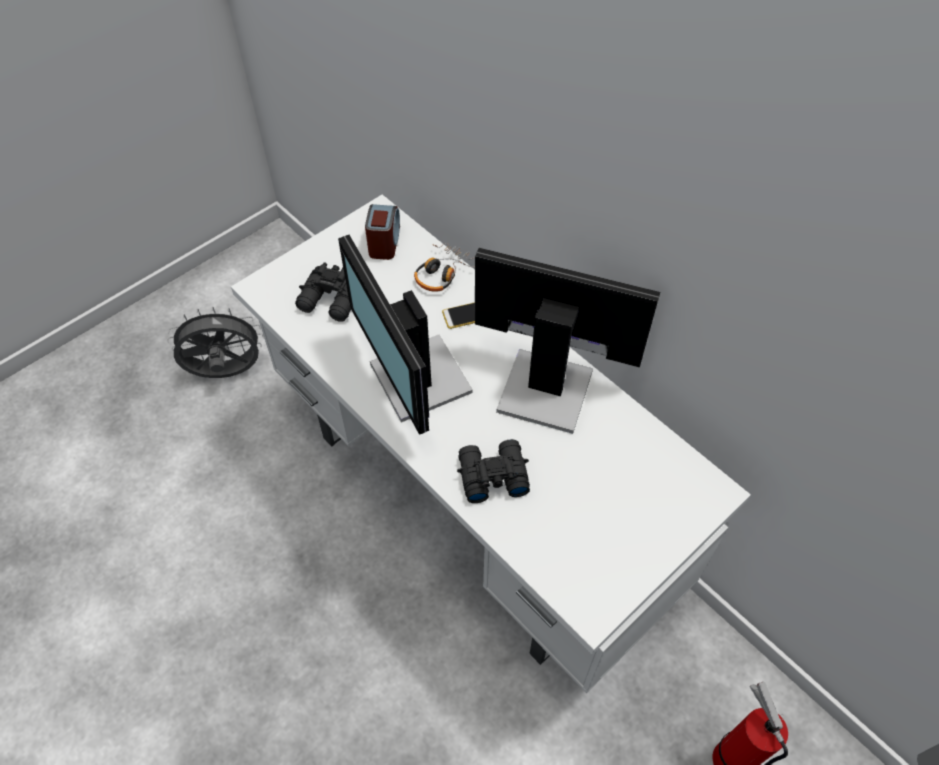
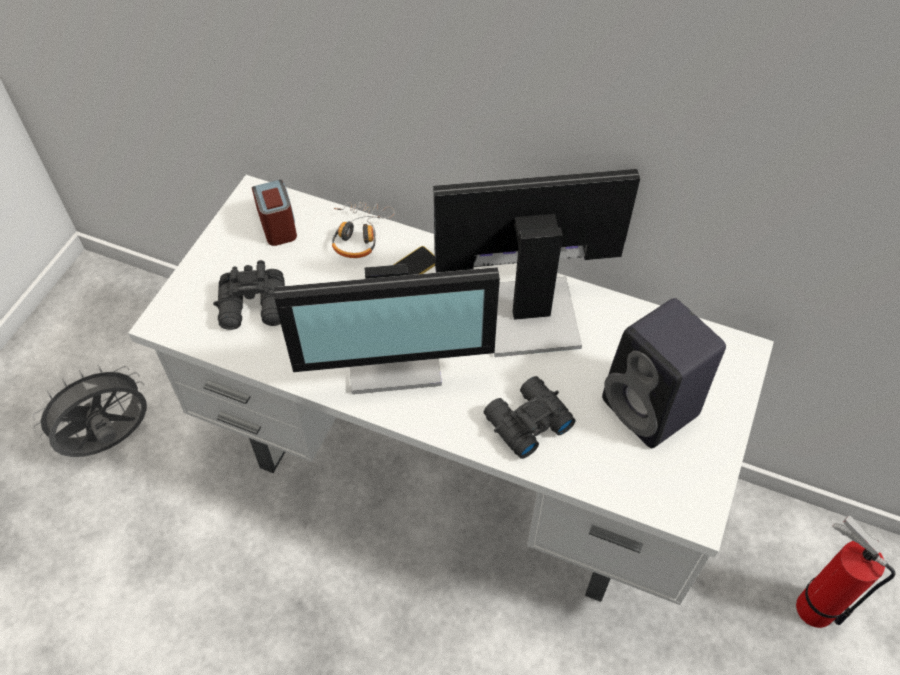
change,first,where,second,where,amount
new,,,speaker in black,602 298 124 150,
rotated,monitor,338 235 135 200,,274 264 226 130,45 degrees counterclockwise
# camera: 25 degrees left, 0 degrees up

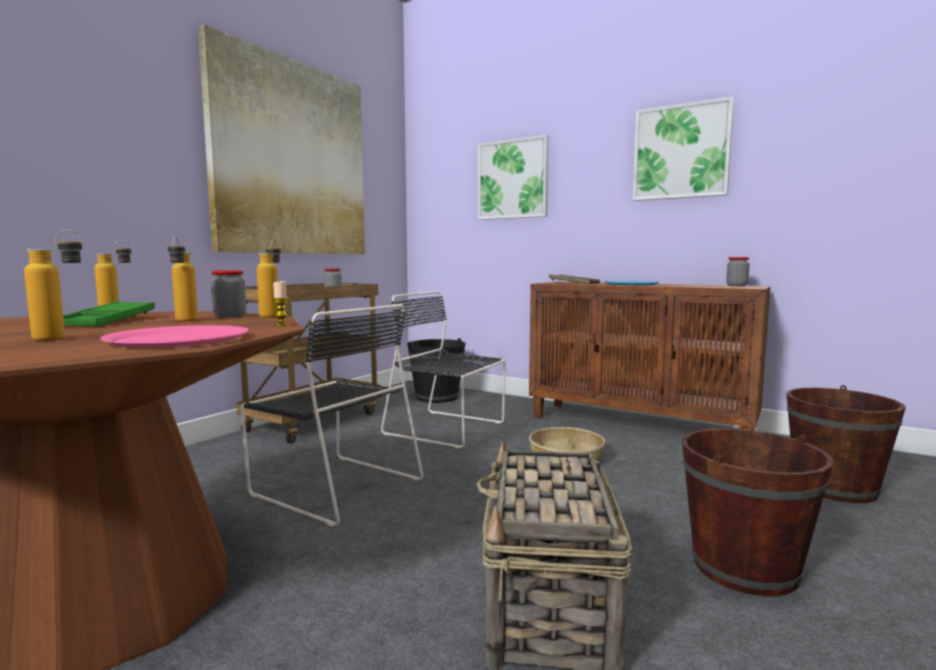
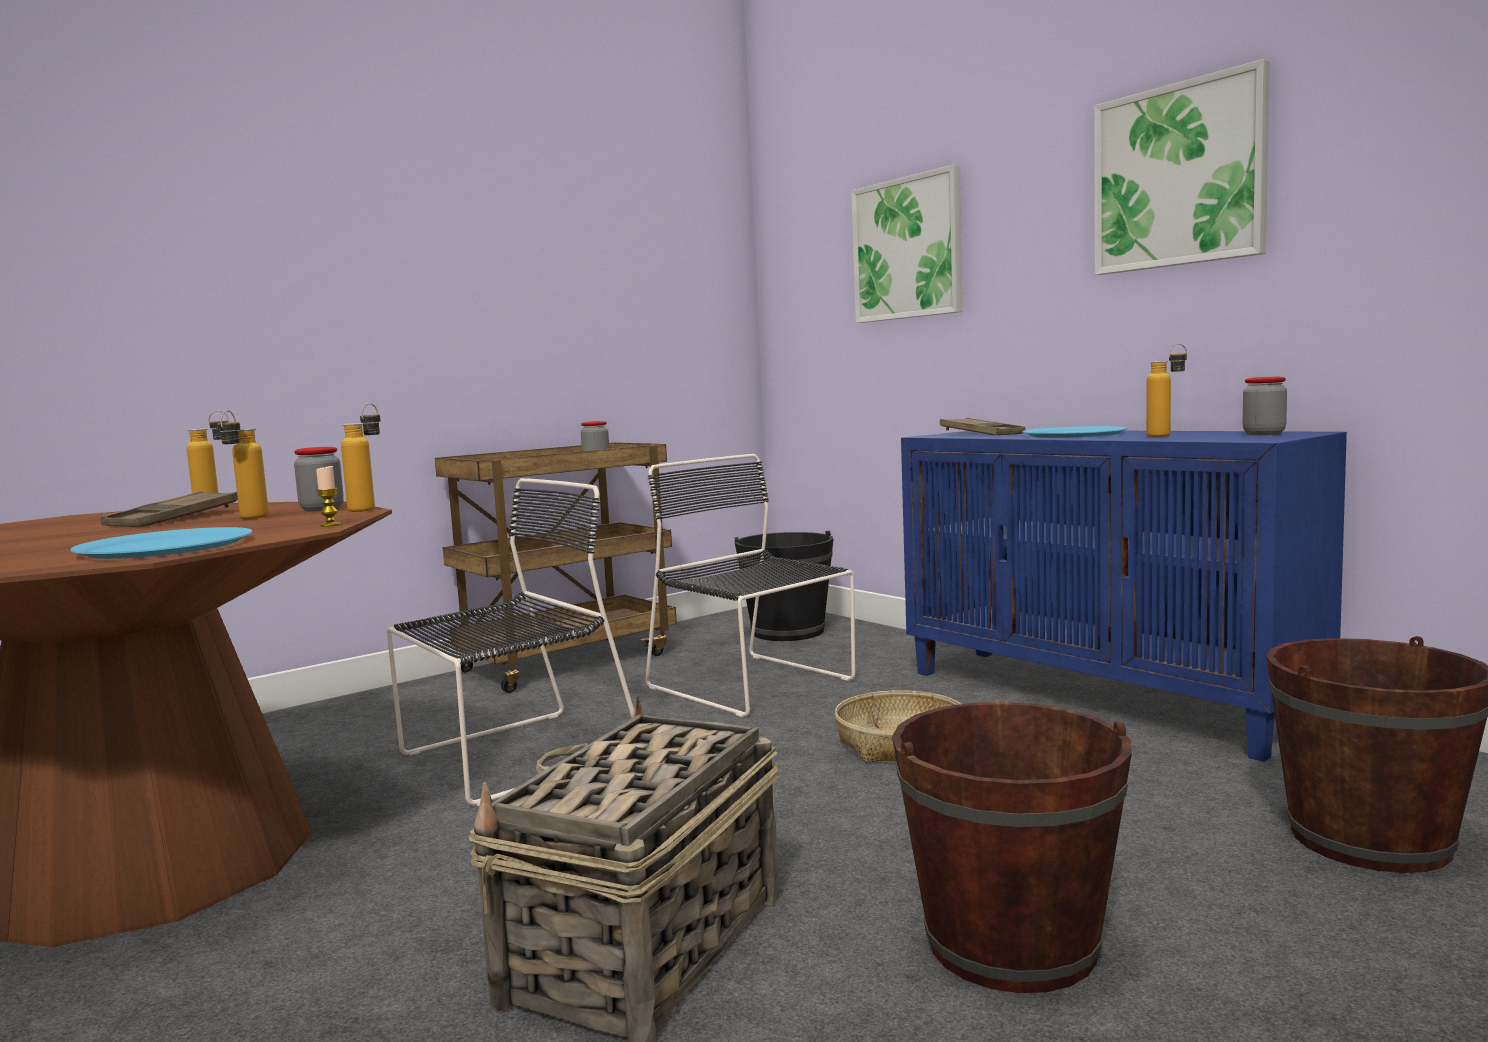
change,first,where,second,where,amount
gone,picture,198 24 167 230,,,
shifted,bottle,24 230 60 111,,1146 344 41 93,
repainted,tray in green,63 301 92 25,tray in brown,101 491 137 36,
repainted,plate in pink,101 325 148 23,plate in blue,70 527 183 32,
repainted,cabinet in brown,529 282 242 148,cabinet in blue,901 431 446 331,
rotated,chair in black,240 304 183 223,,387 478 247 328,90 degrees counterclockwise
# camera: 20 degrees right, 0 degrees up

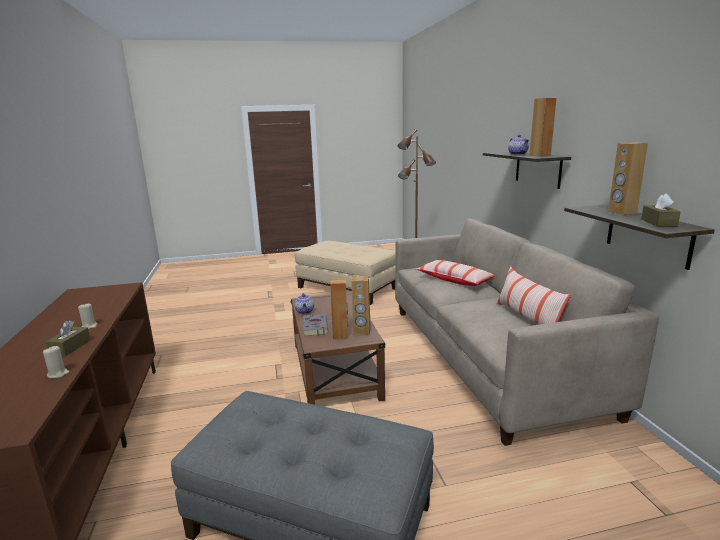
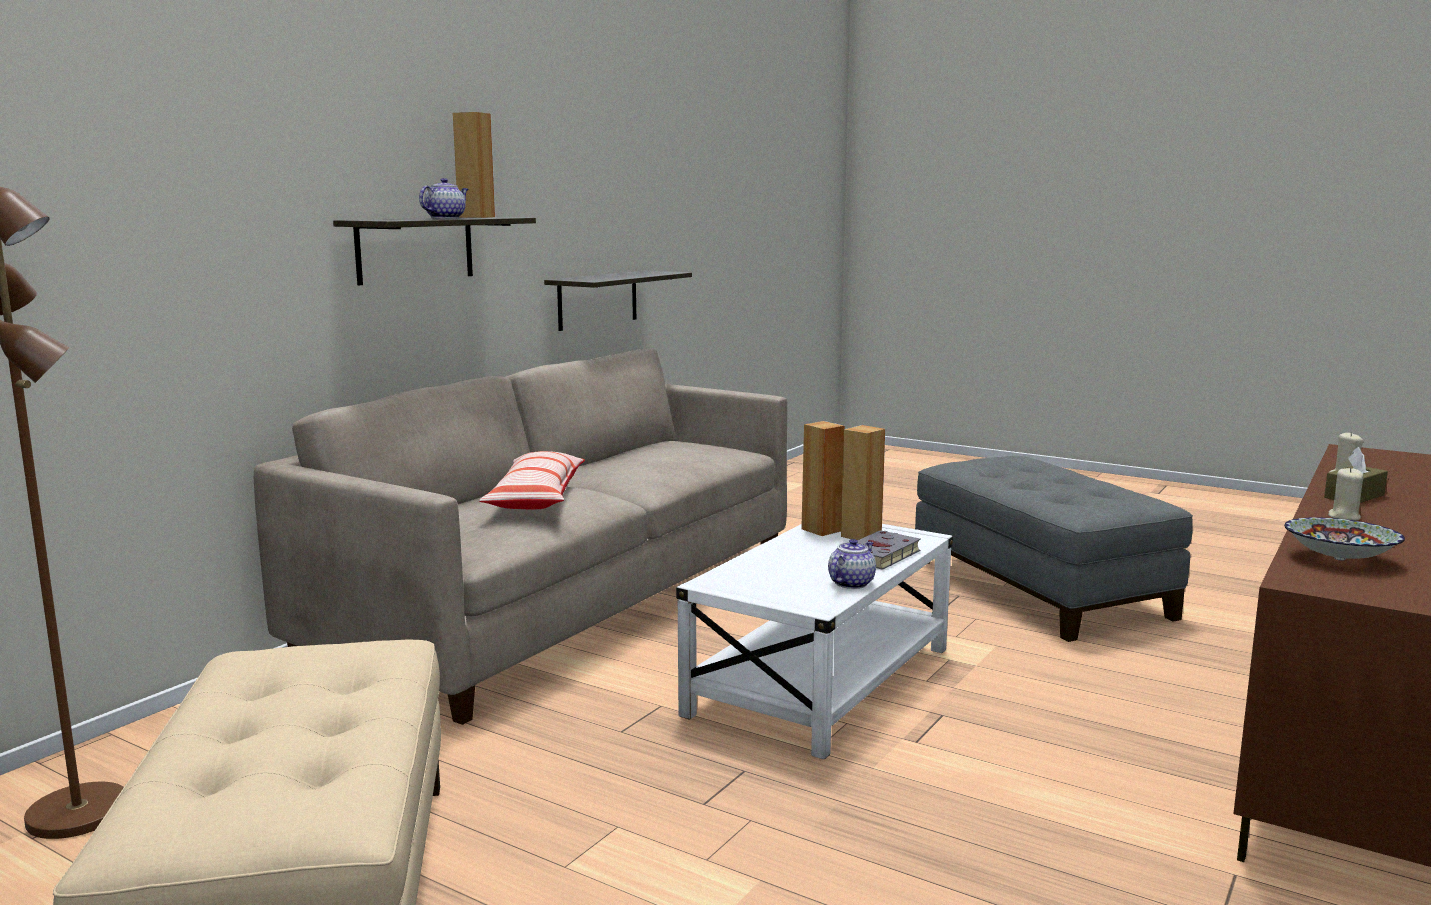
change,first,where,second,where,amount
gone,pillow,496 267 75 58,,,
gone,speaker in brown,608 143 40 72,,,
gone,tissue box in brown,641 193 40 34,,,
new,,,bowl,1284 517 121 44,
repainted,coffee table in brown,291 292 94 113,coffee table in white,676 524 277 235,
# camera: 135 degrees left, 5 degrees down

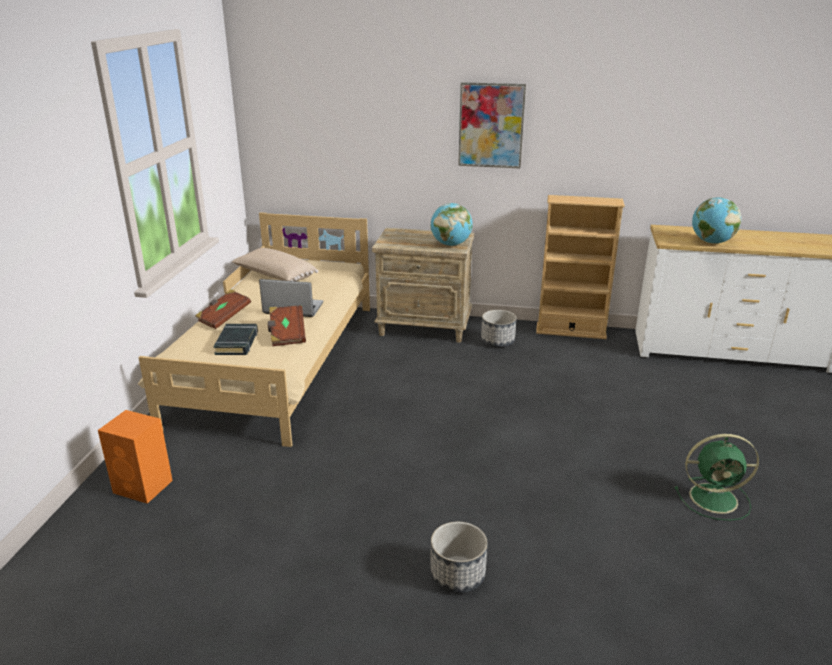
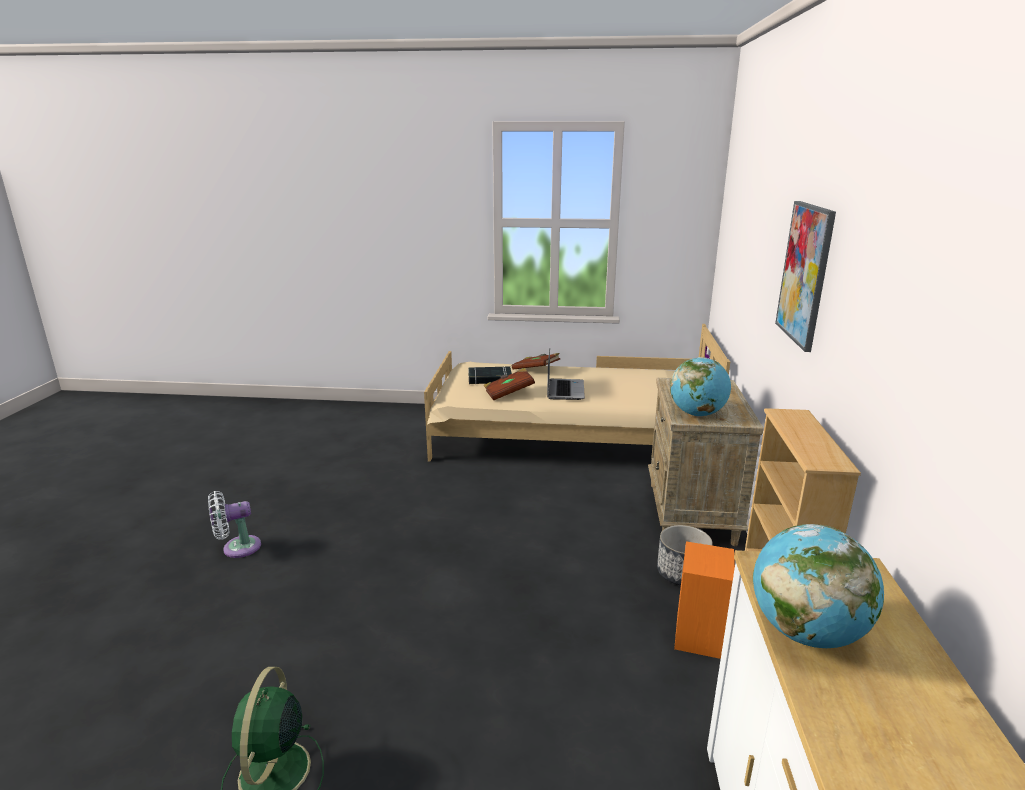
change,first,where,second,where,amount
gone,pillow in beige,232 248 86 33,,,
shifted,speaker in orange,98 410 75 94,,674 541 61 118,
swapped,planter,430 522 57 71,fan in white,208 491 53 67,
# camera: 85 degrees right, 5 degrees down

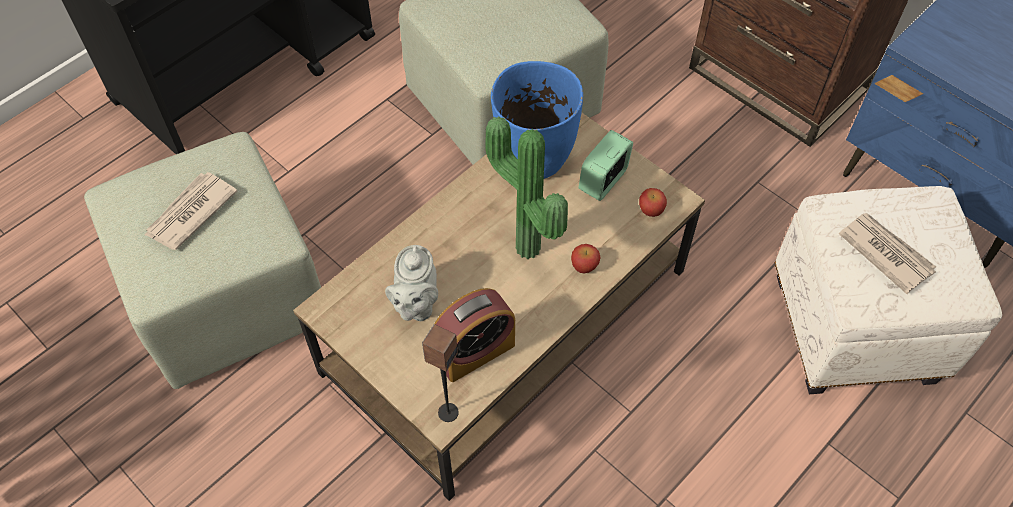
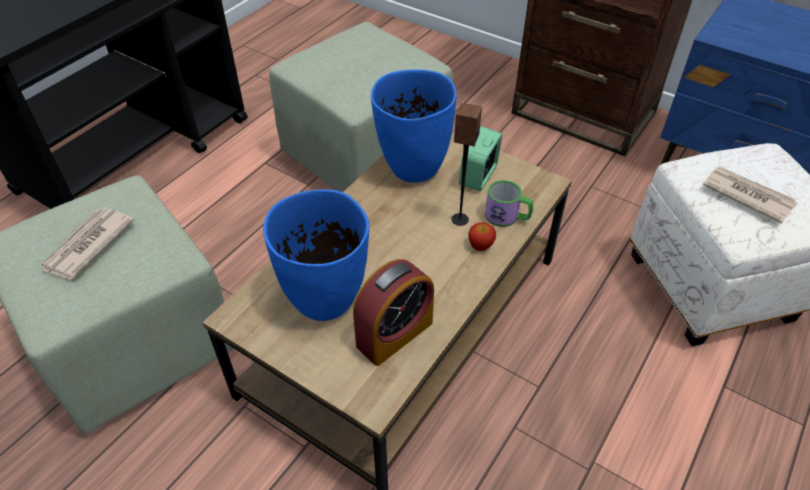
change,first,where,second,where,amount
gone,potted plant,486 116 82 143,,,
gone,apple,639 188 28 29,,,
new,,,mug,485 180 48 47,
shifted,speaker,422 324 37 98,,451 103 31 123,
swapped,teapot in grey,385 245 53 77,vase in blue,263 189 106 132,
# camera: 10 degrees left, 10 degrees down

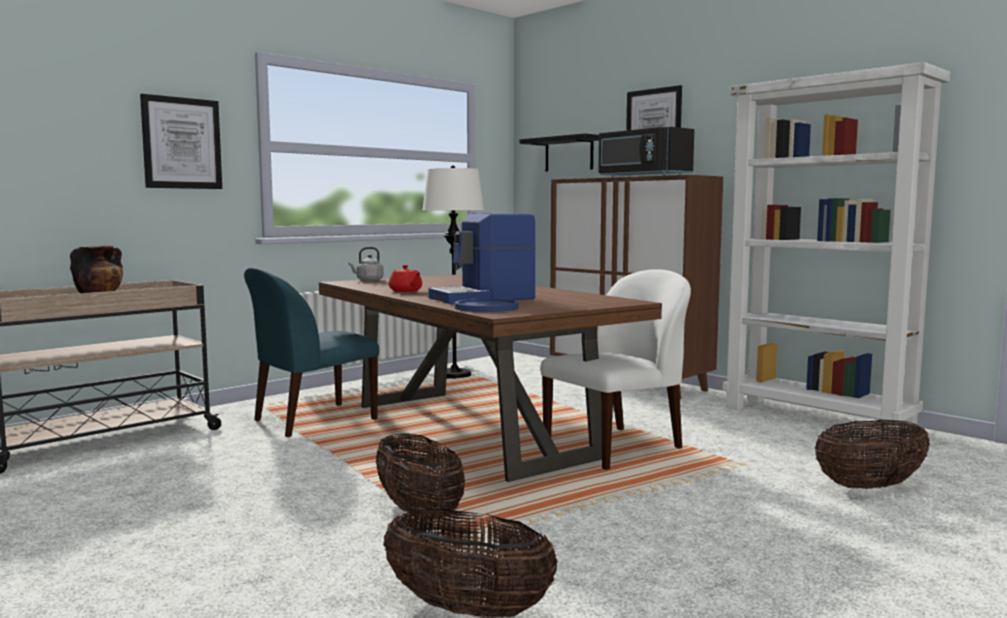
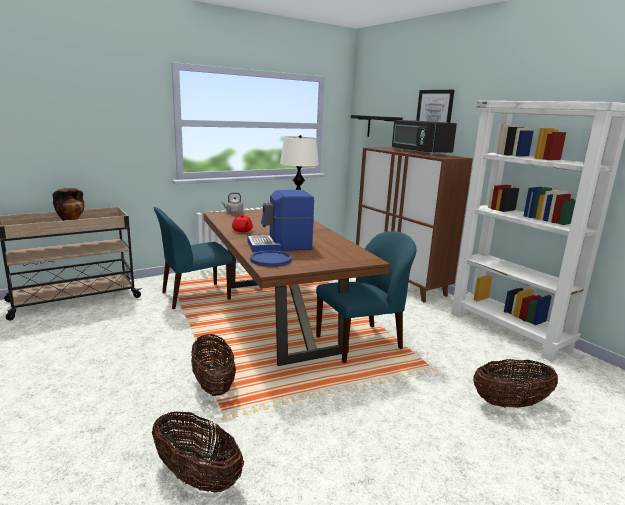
change,first,where,second,where,amount
gone,picture,140 94 82 95,,,
repainted,chair in white,540 269 151 201,chair in blue,316 231 100 132,
# camera: 10 degrees right, 10 degrees up

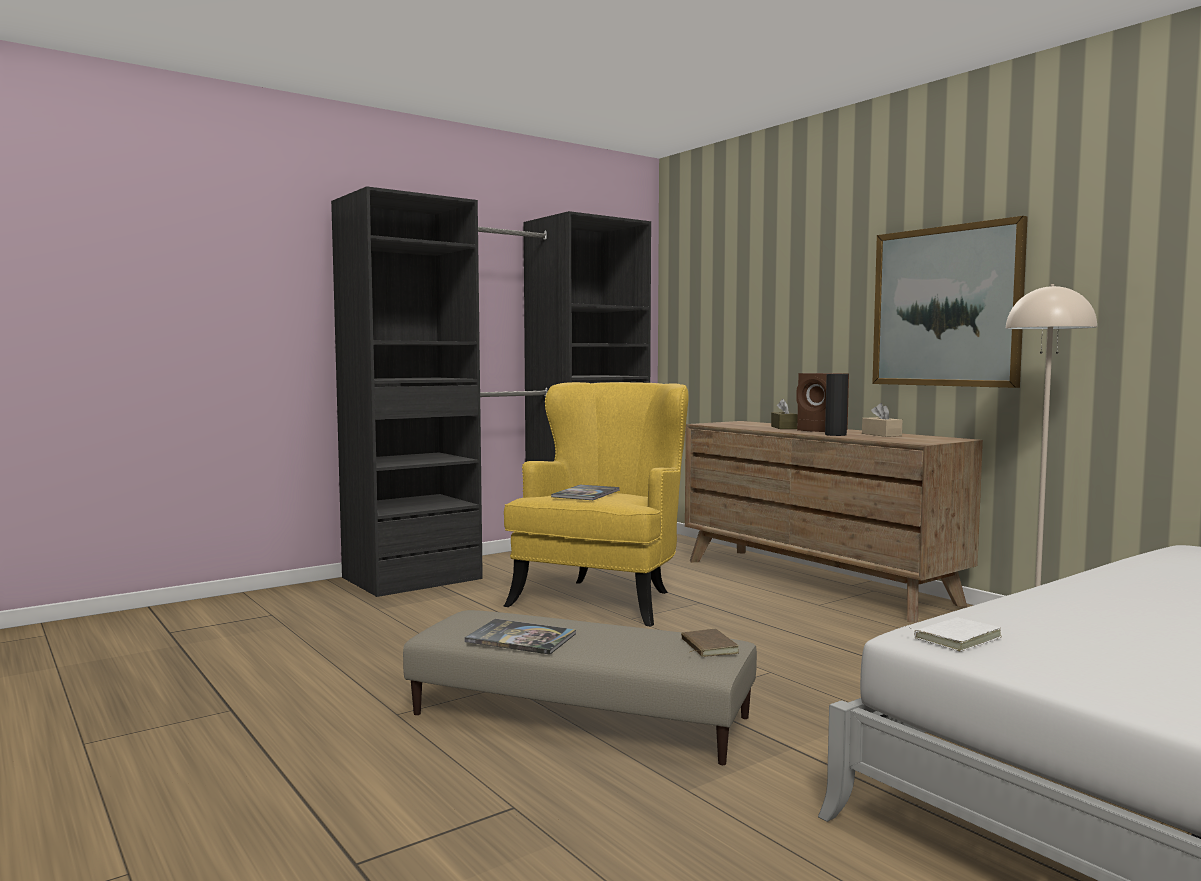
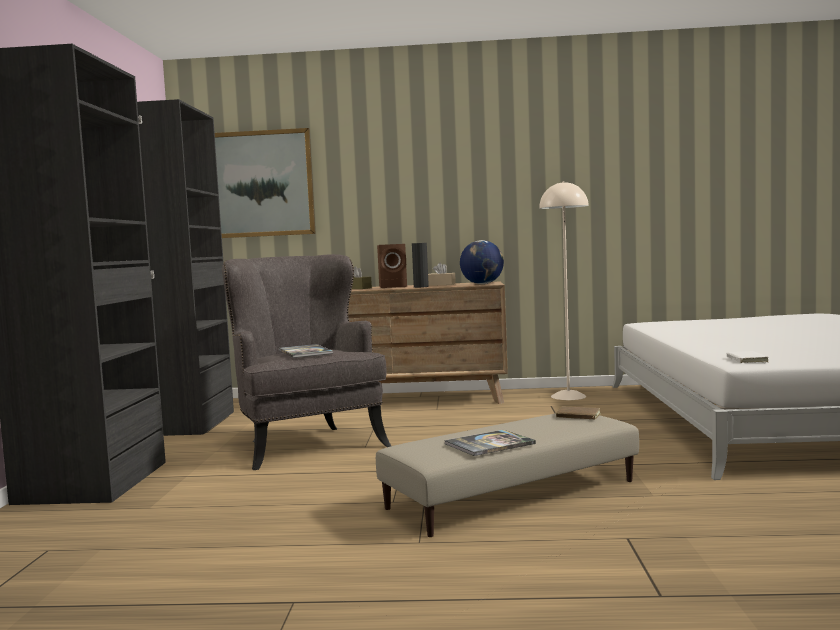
change,first,where,second,where,amount
new,,,globe,460 240 44 44,
shifted,picture,872 216 156 172,,215 128 101 110,
repainted,armchair in yellow,503 382 186 244,armchair in grey,222 254 169 216,
# camera: 50 degrees left, 0 degrees up

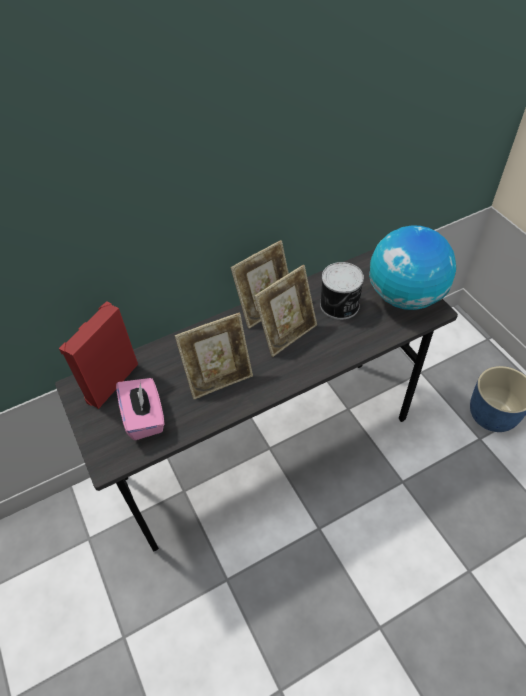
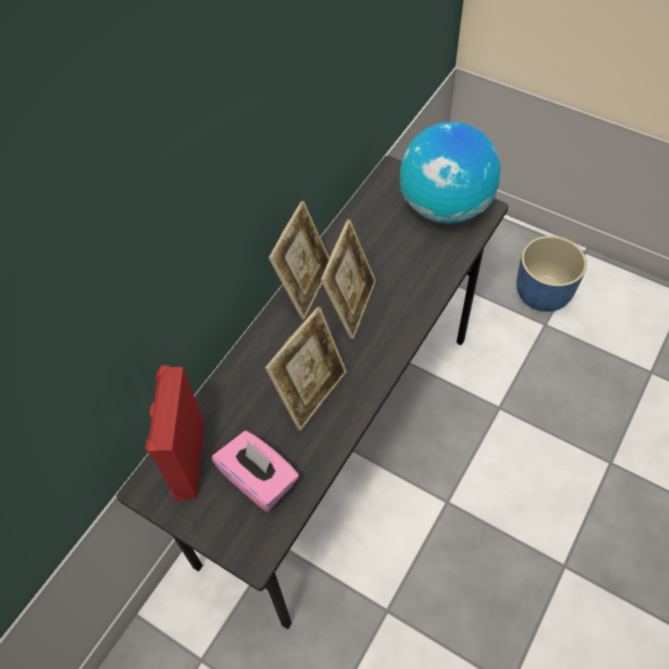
change,first,where,second,where,amount
gone,can,320 262 44 58,,,
# camera: 30 degrees left, 5 degrees up

